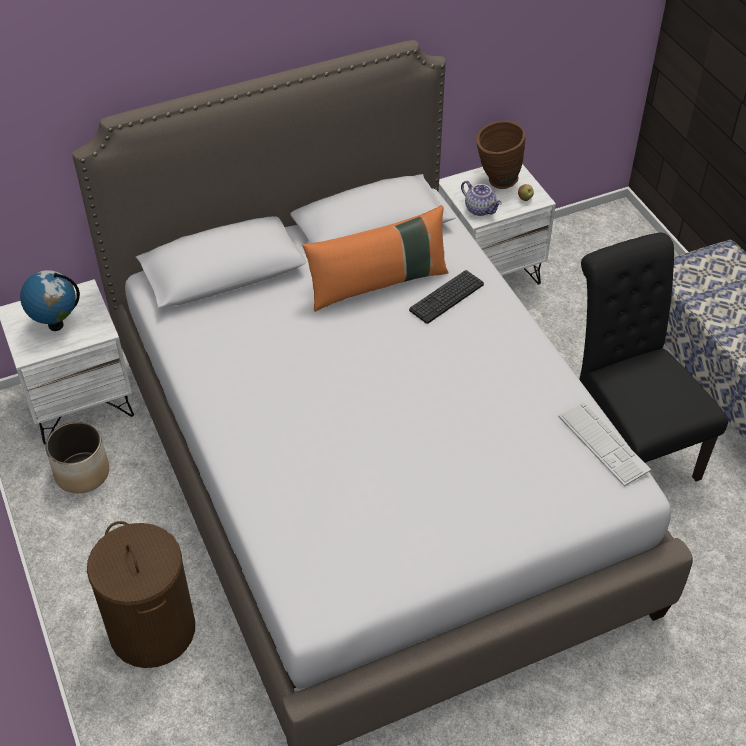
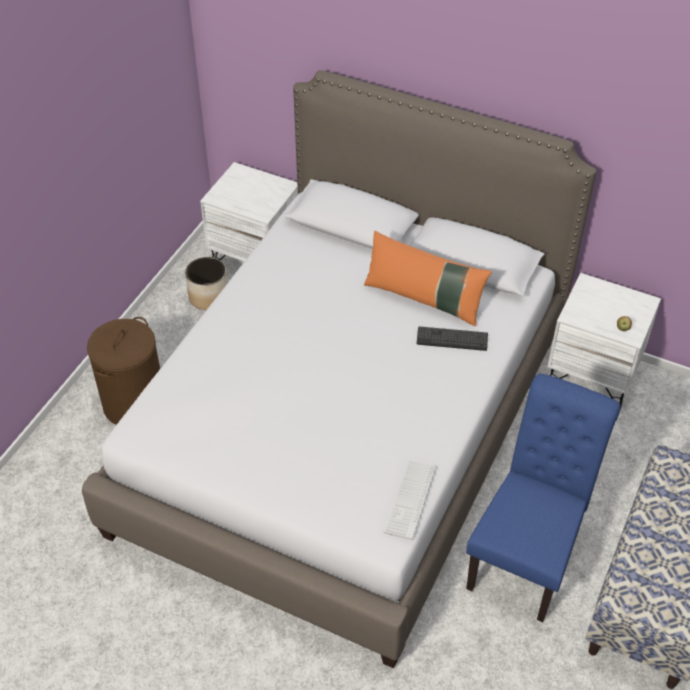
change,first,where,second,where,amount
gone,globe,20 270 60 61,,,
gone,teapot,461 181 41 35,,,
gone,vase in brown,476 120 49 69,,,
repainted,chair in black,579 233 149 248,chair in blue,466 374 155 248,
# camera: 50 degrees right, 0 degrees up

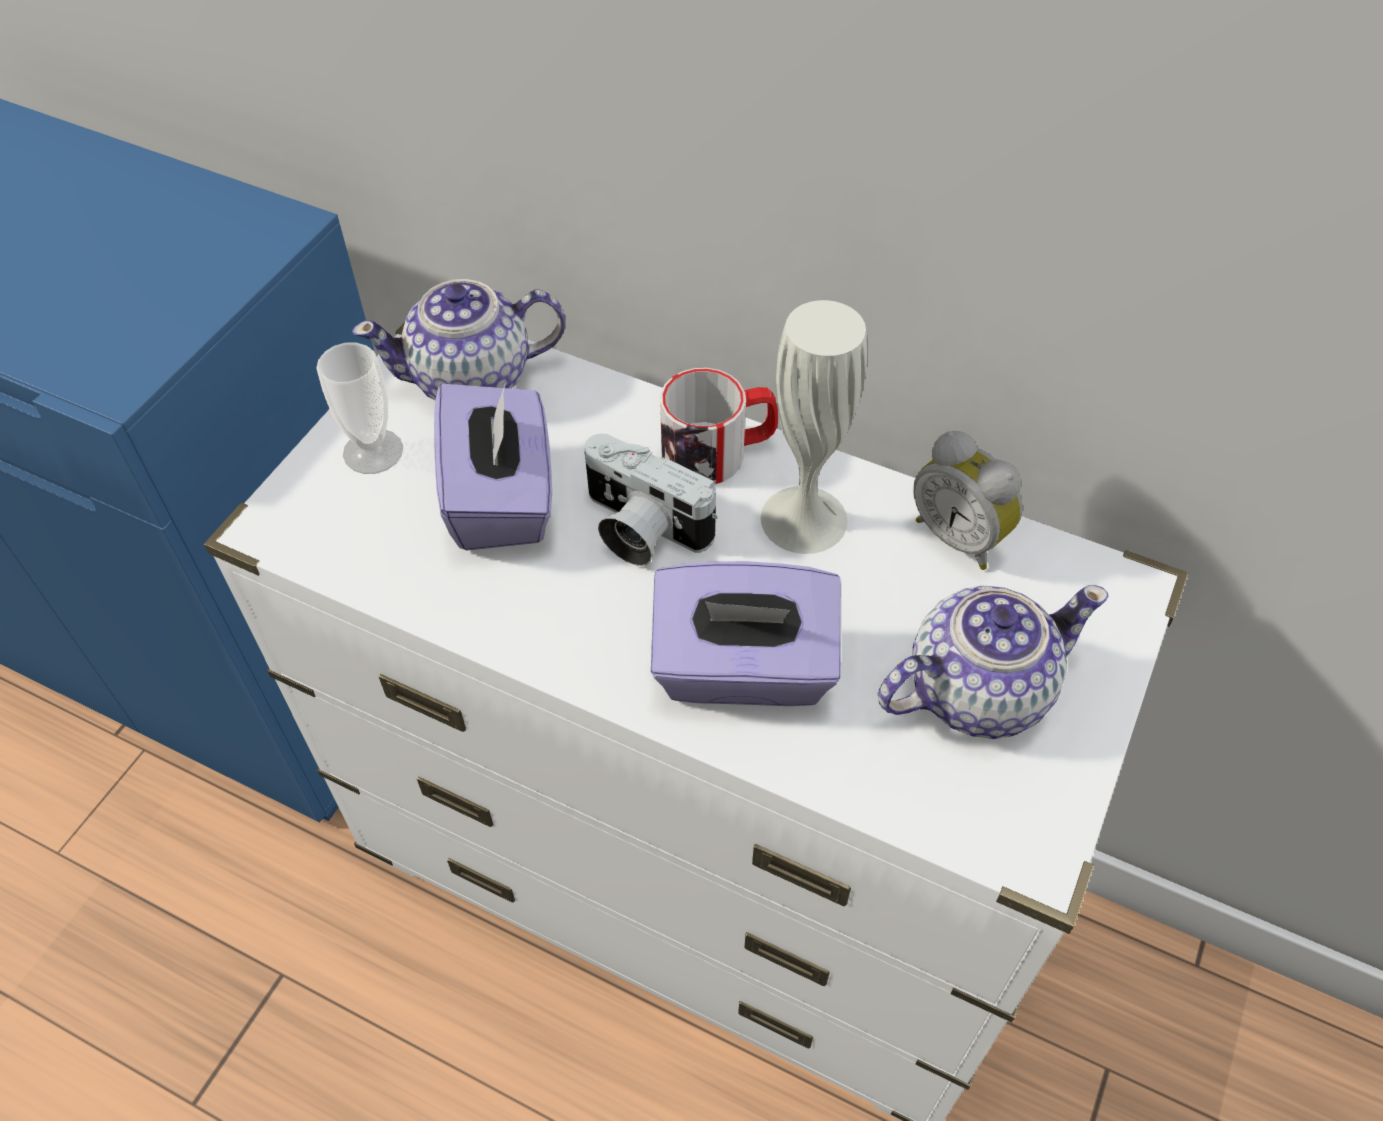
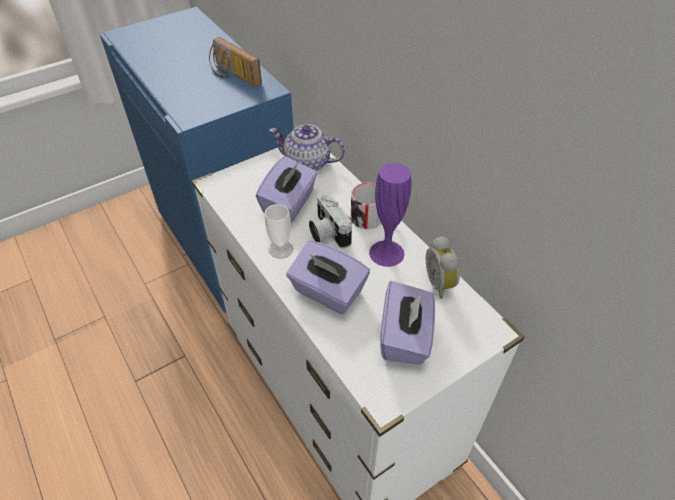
change,first,where,second,where,amount
new,,,radio,209 37 53 50,
shifted,cup,316 343 87 131,,264 204 30 55,
swapped,teapot,878 585 230 154,tissue box in purple,380 281 55 84,
repainted,vase in white,761 300 106 254,vase in purple,369 163 42 104,
# camera: 30 degrees right, 5 degrees down

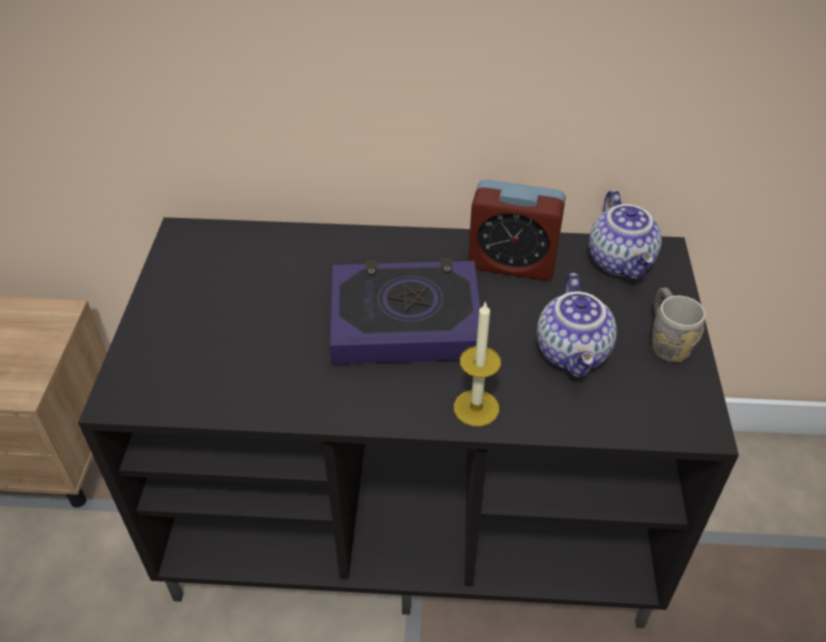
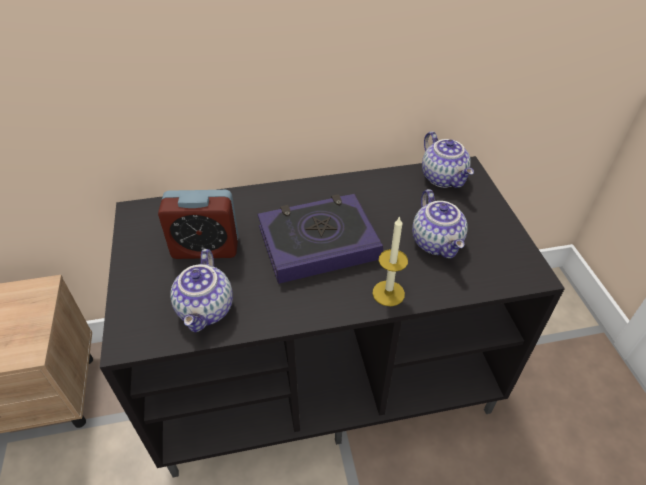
change,first,where,second,where,amount
gone,mug in grey,652 288 53 74,,,
new,,,teapot,170 249 63 83,
shifted,alarm clock,468 180 98 100,,158 190 81 69,
# camera: 15 degrees left, 0 degrees up

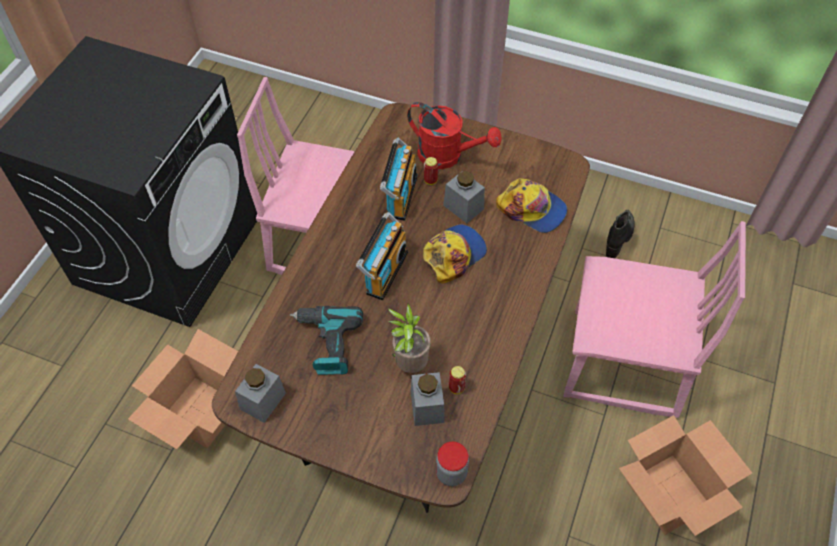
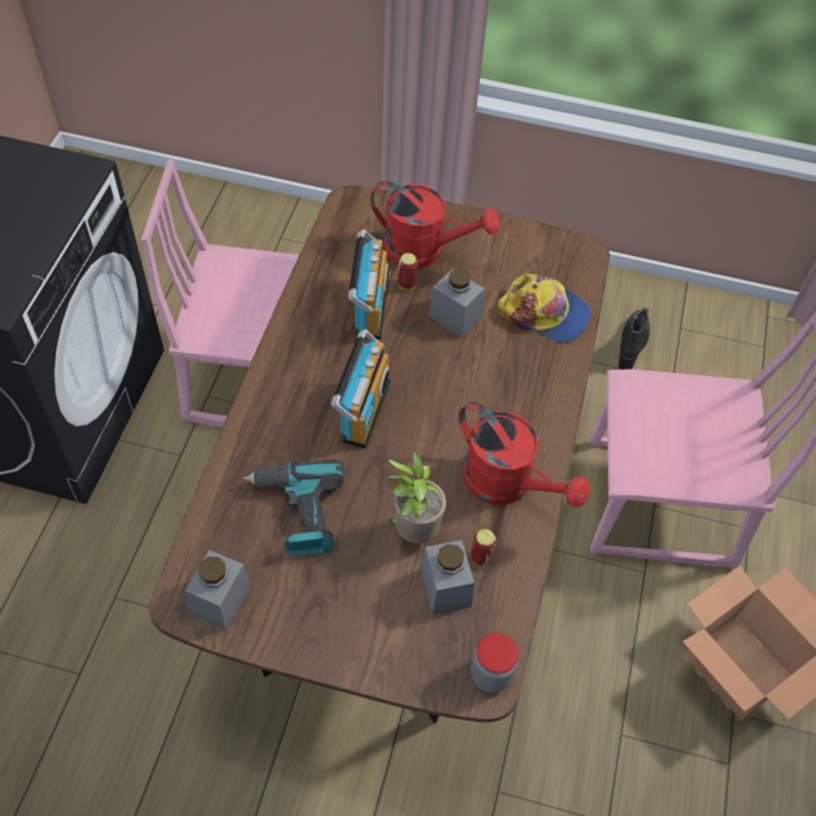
change,first,where,second,where,amount
gone,cardboard box,128 329 110 120,,,
gone,cap,423 224 64 59,,,
new,,,watering can in red,459 401 131 107,
# camera: 10 degrees left, 0 degrees up

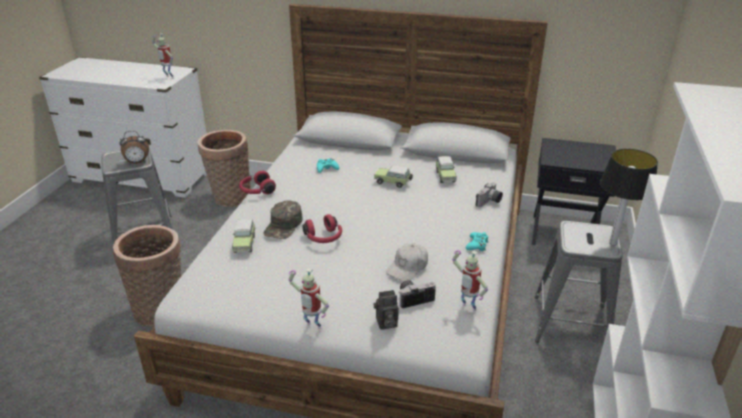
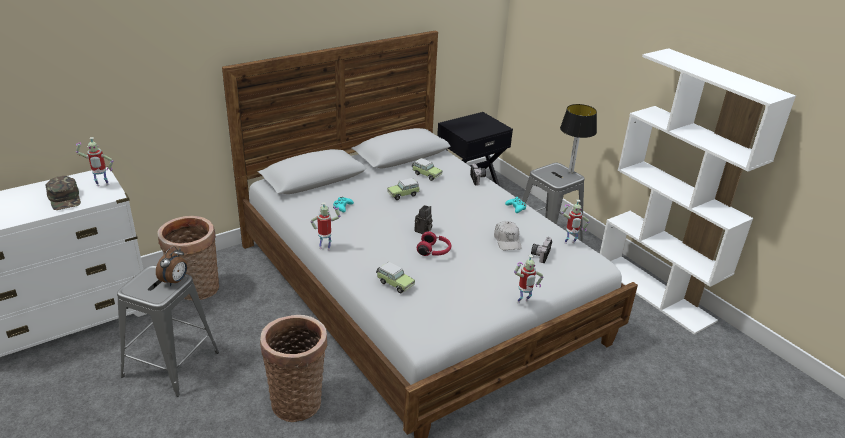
change,first,where,second,where,amount
shifted,cap in green,264 200 39 39,,45 176 36 34,
shifted,photo camera,373 290 26 40,,415 205 18 29,
swapped,headphones in red,239 171 37 23,toy robot,311 202 29 49,
# camera: 50 degrees left, 0 degrees up

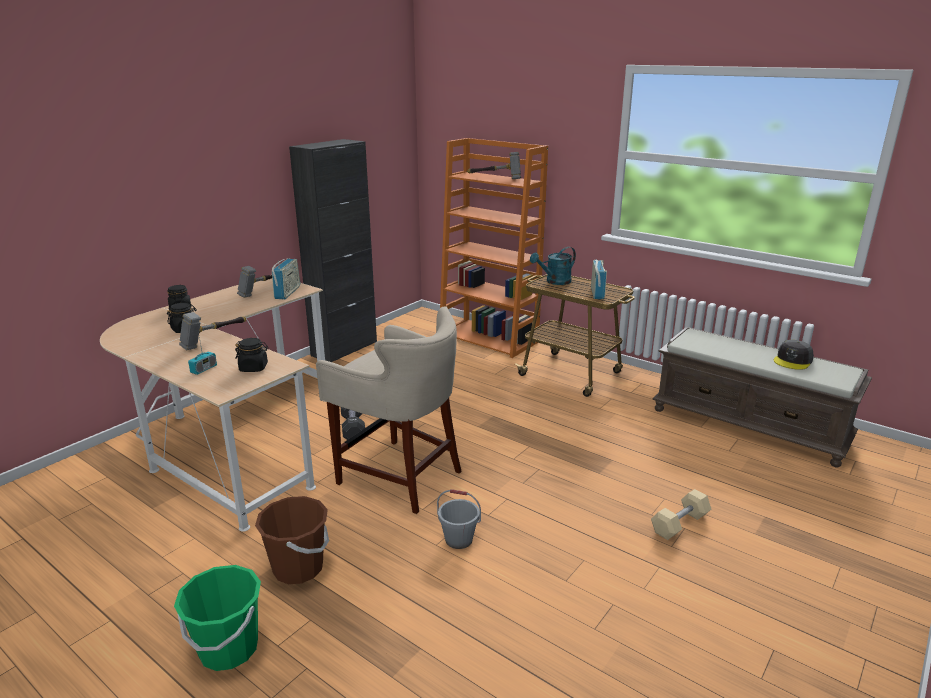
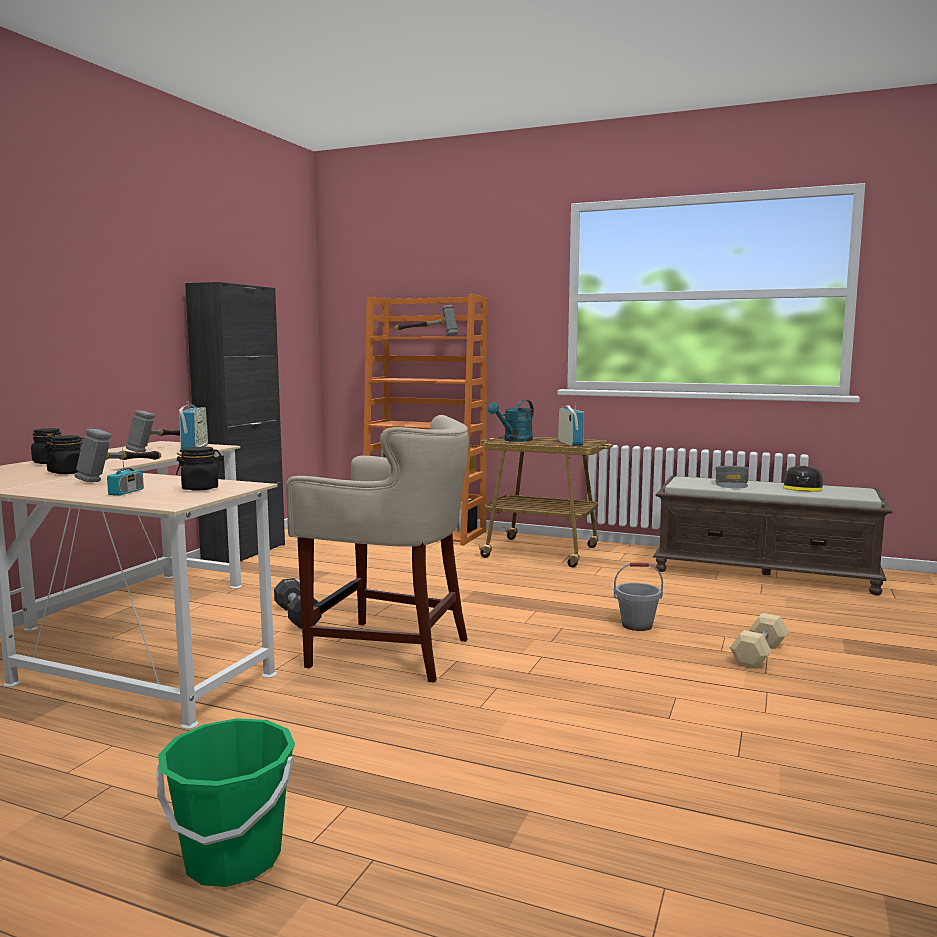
change,first,where,second,where,amount
gone,bucket in brown,255 496 74 88,,,
new,,,cap in grey,715 466 34 23,
shifted,bucket in grey,437 489 44 60,,614 563 49 68,
# camera: 15 degrees left, 15 degrees down

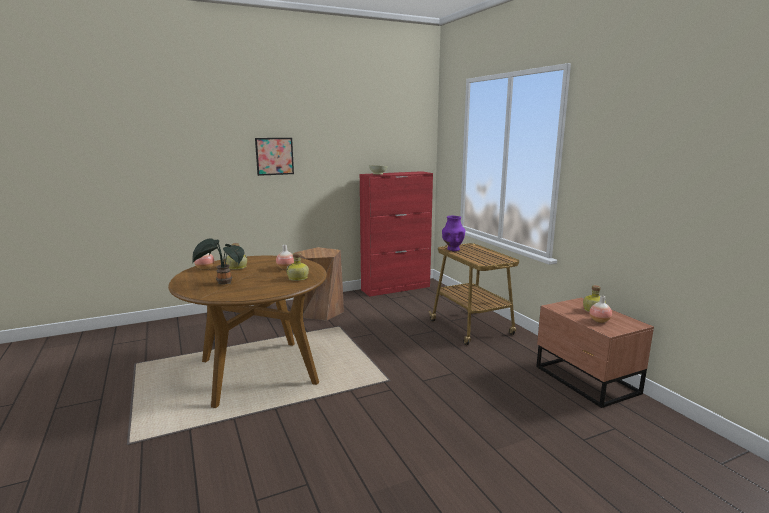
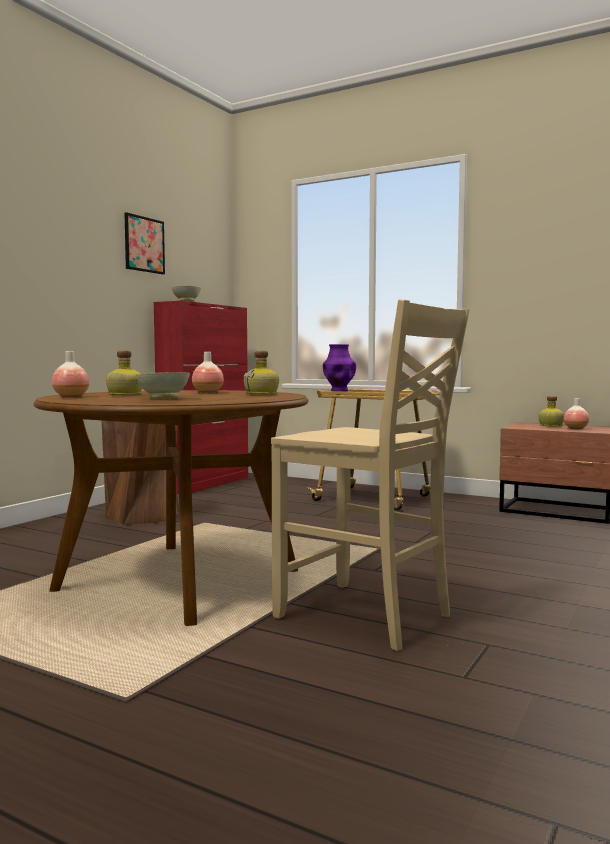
change,first,where,second,where,amount
new,,,chair in beige,271 299 198 352,
shifted,picture,255 138 39 38,,124 212 41 62,
swapped,potted plant,192 239 53 45,bowl in beige,136 372 54 27,
# camera: 35 degrees left, 10 degrees down

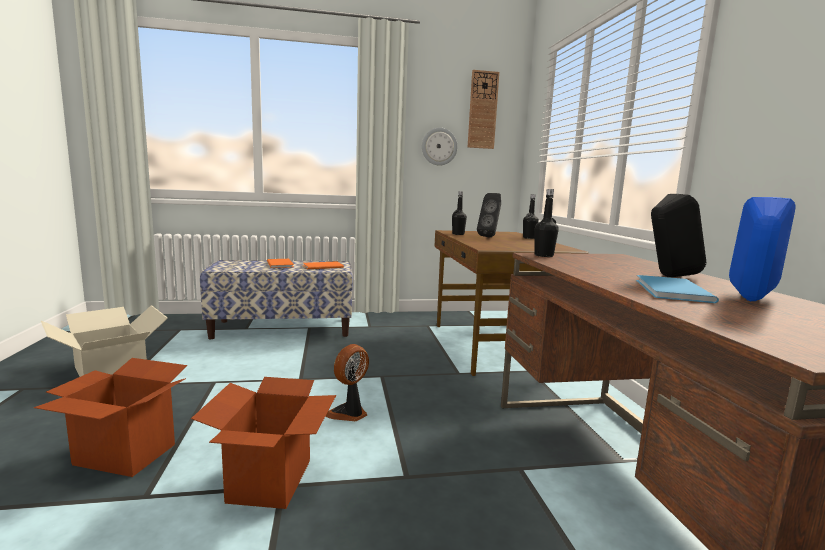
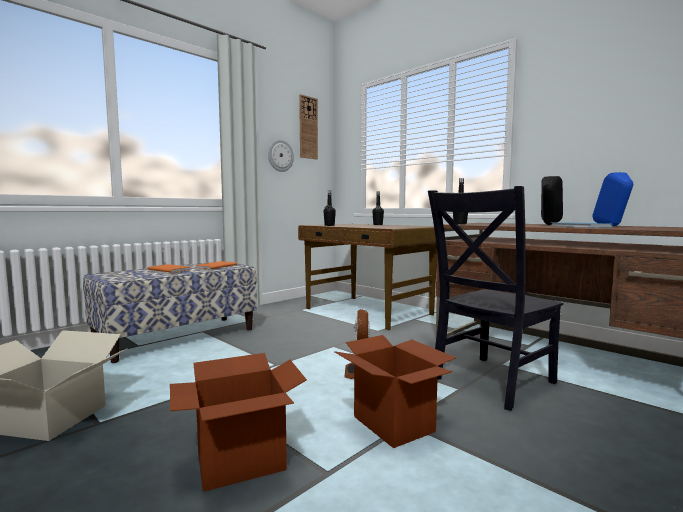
change,first,where,second,where,amount
gone,speaker in black,477 193 24 45,,,
new,,,chair in black,428 186 136 225,
# camera: 35 degrees left, 5 degrees down

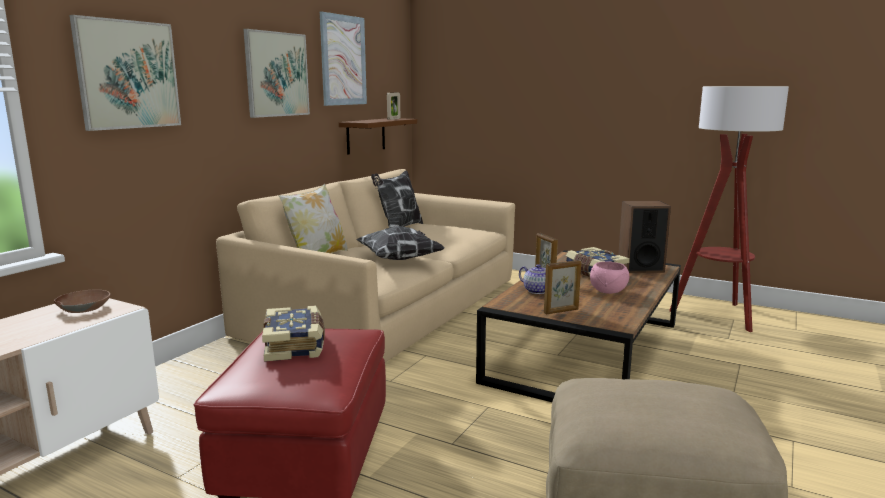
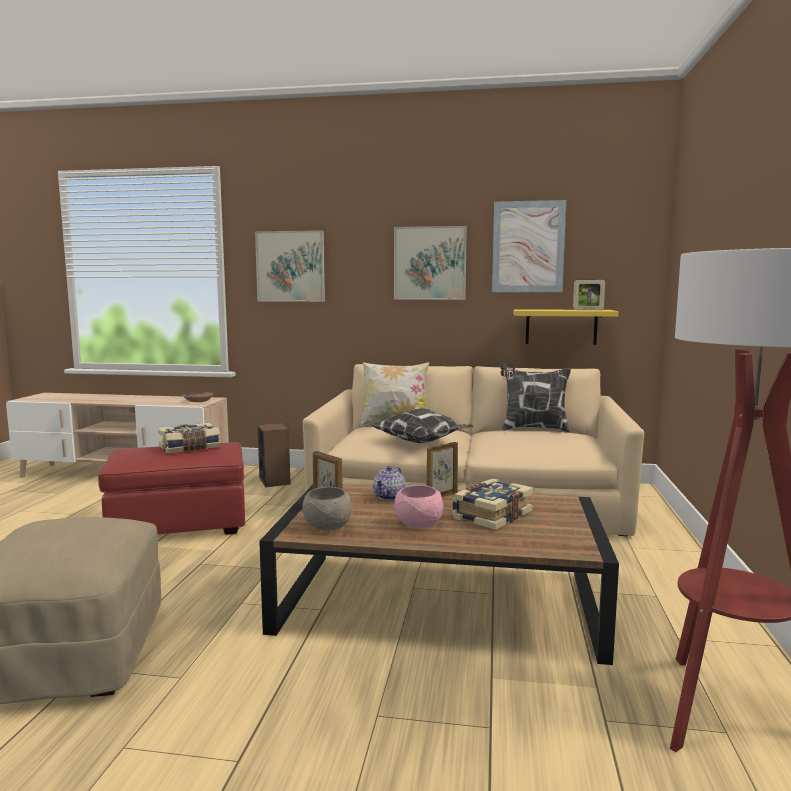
change,first,where,second,where,amount
new,,,bowl in grey,302 487 50 44,
shifted,speaker,618 201 53 72,,257 423 33 64,
repainted,shelf in brown,339 118 78 37,shelf in yellow,514 309 104 36,
# camera: 70 degrees right, 5 degrees down

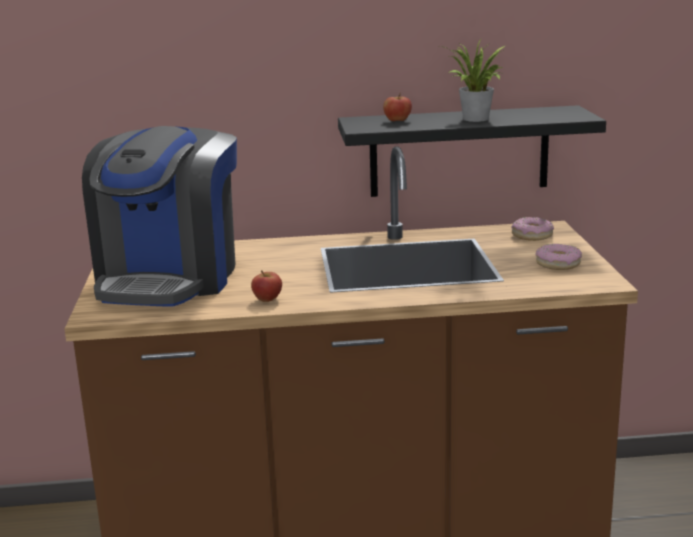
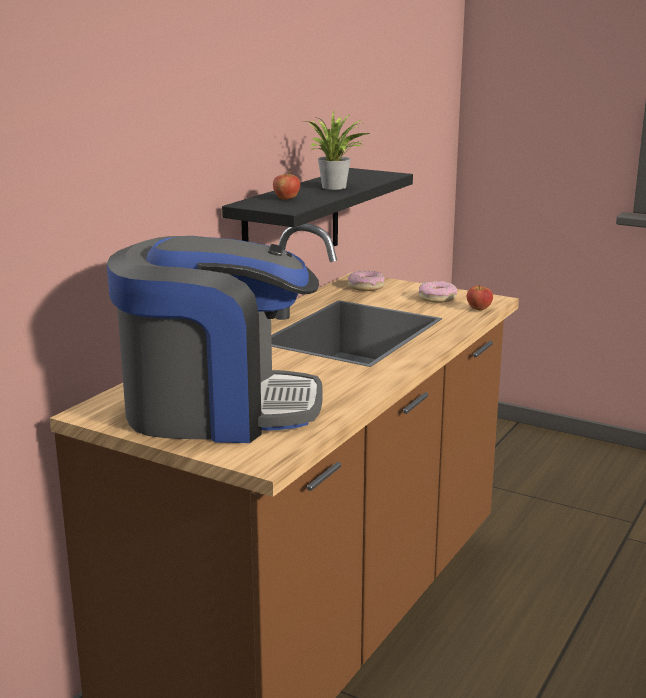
change,first,where,second,where,amount
shifted,apple,251 270 31 32,,467 284 26 27,
rotated,coffee machine,82 126 155 181,,107 236 216 207,45 degrees counterclockwise
# camera: 55 degrees left, 0 degrees up

